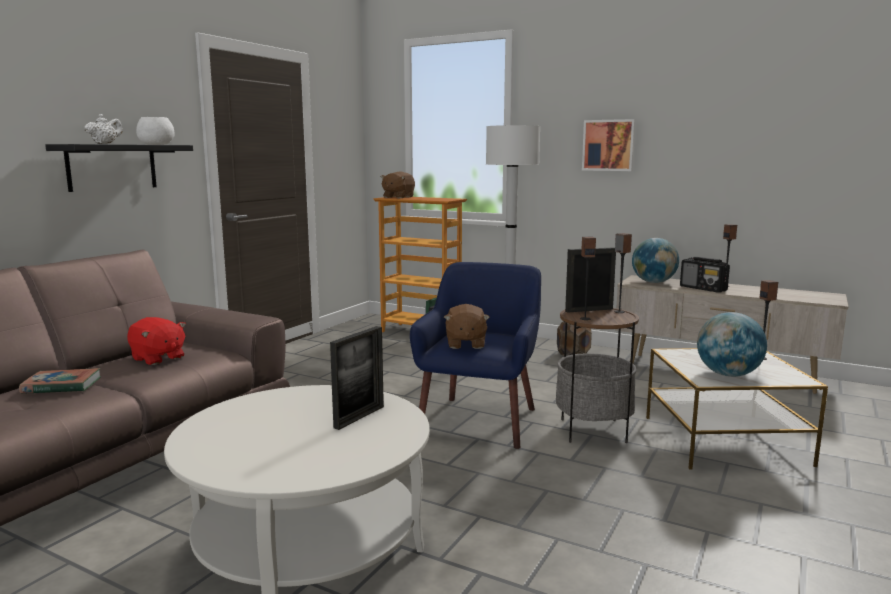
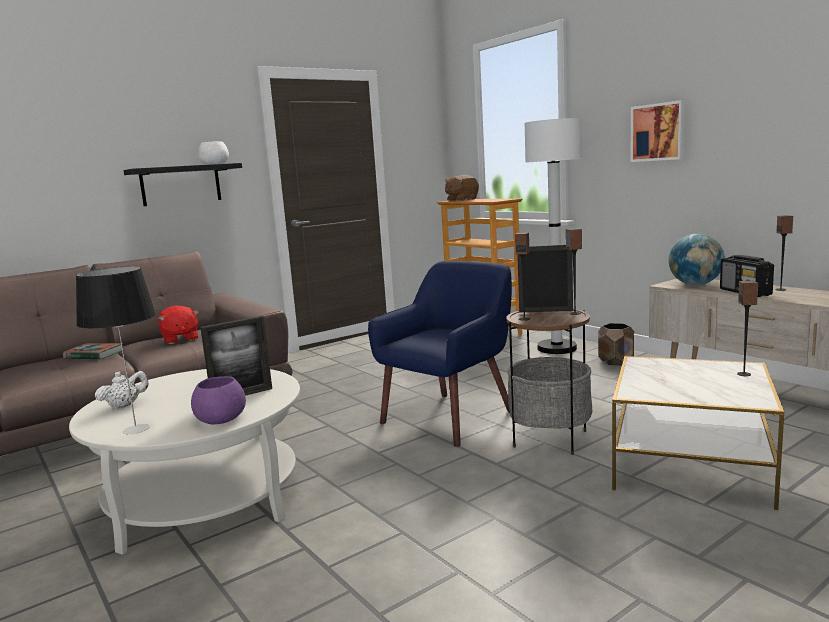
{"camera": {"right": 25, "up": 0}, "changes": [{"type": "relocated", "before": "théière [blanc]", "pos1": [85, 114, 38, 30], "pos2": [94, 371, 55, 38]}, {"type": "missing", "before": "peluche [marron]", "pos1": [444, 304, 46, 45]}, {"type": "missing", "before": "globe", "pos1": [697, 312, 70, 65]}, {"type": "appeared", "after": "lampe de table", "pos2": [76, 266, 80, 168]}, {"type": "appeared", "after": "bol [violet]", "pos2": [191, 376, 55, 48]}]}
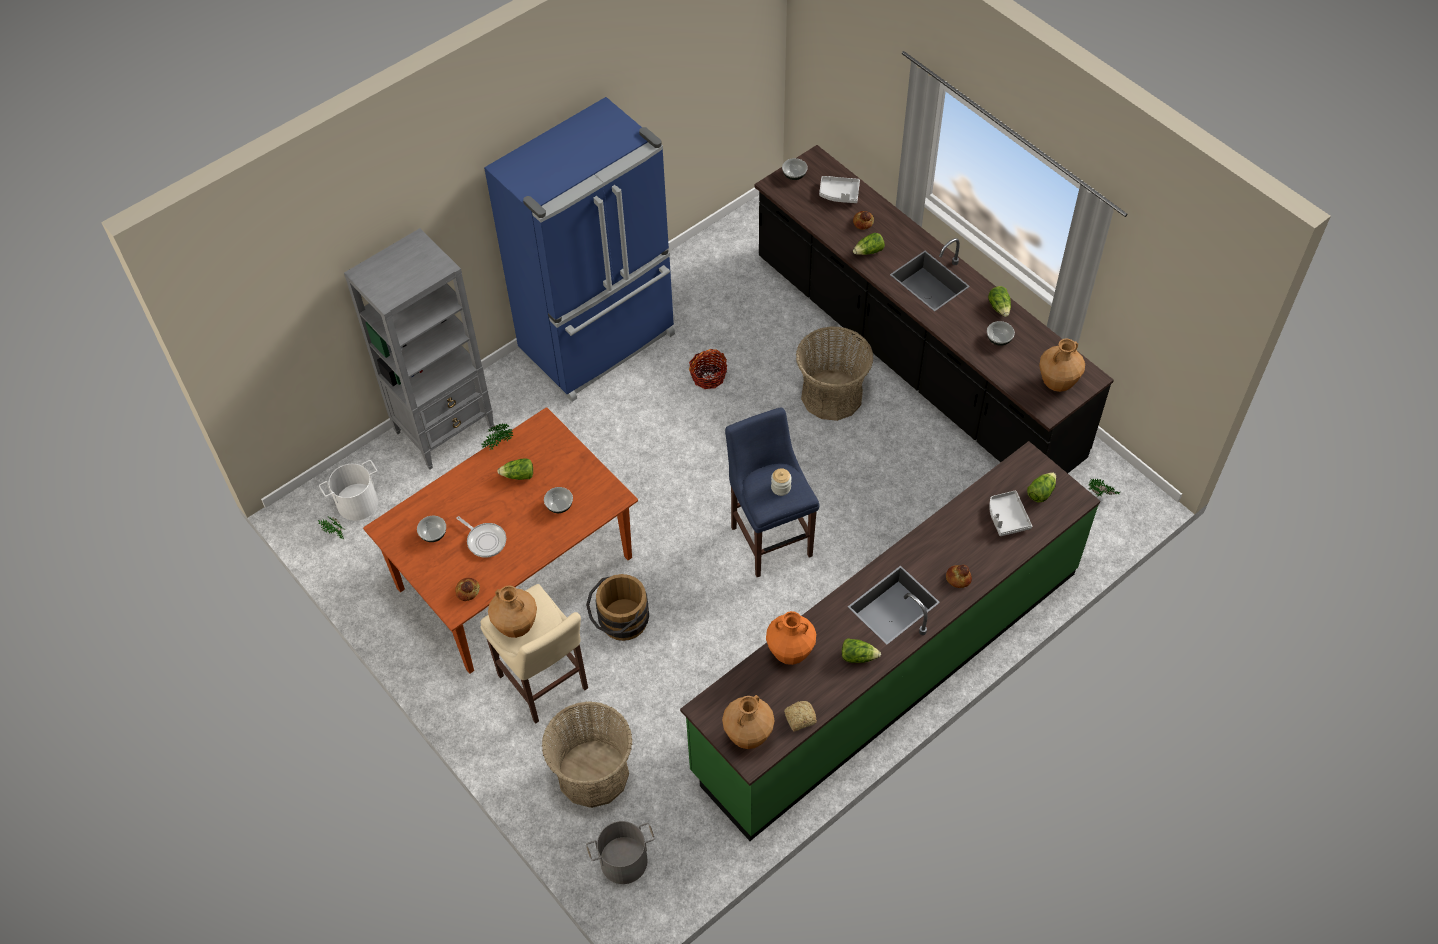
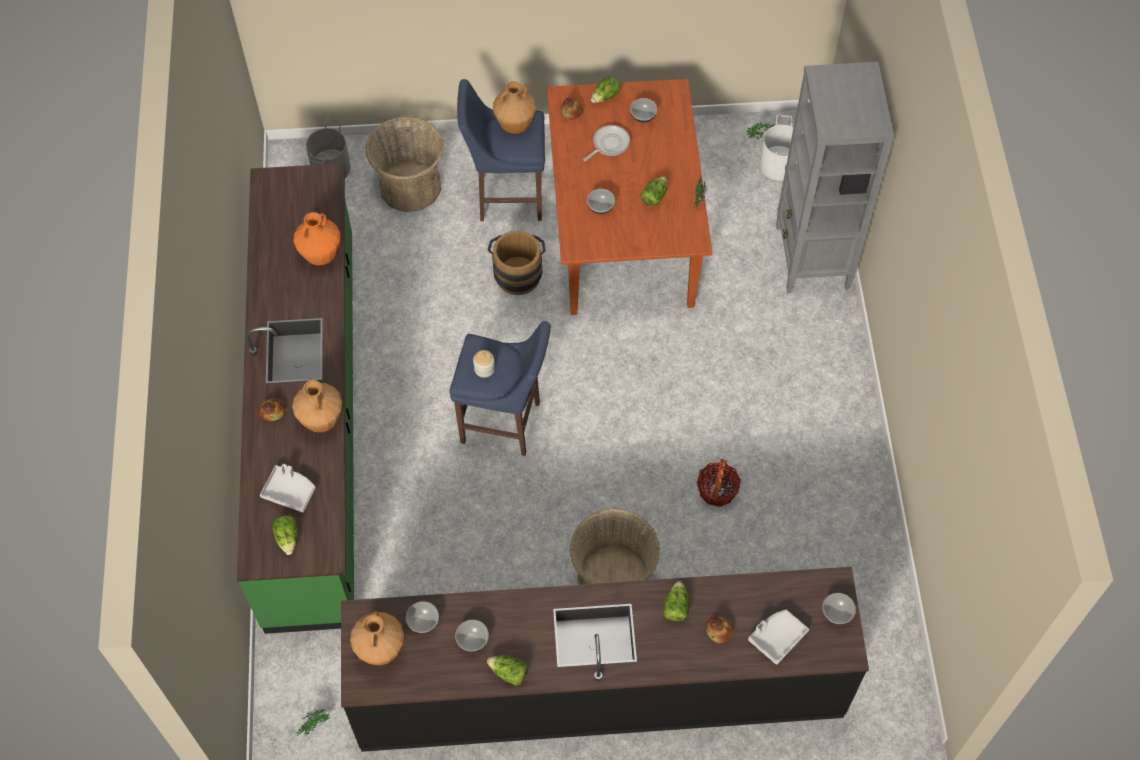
{"camera": {"right": 125, "up": 5}, "changes": [{"type": "missing", "before": "réfrigérateur [bleu]", "pos1": [484, 97, 191, 305]}, {"type": "spun", "before": "poêle", "pos1": [456, 516, 50, 42], "pos2": [583, 125, 47, 36], "turn": 150}, {"type": "colour", "before": "tabouret [beige]", "after": "tabouret [bleu]", "pos1": [480, 584, 108, 140], "pos2": [457, 79, 88, 142]}, {"type": "relocated", "before": "laitue", "pos1": [842, 638, 39, 25], "pos2": [591, 77, 29, 26]}, {"type": "relocated", "before": "vase [marron]", "pos1": [722, 695, 53, 54], "pos2": [292, 379, 50, 53]}, {"type": "missing", "before": "pain", "pos1": [784, 701, 33, 30]}, {"type": "appeared", "after": "bol", "pos2": [406, 601, 33, 33]}]}
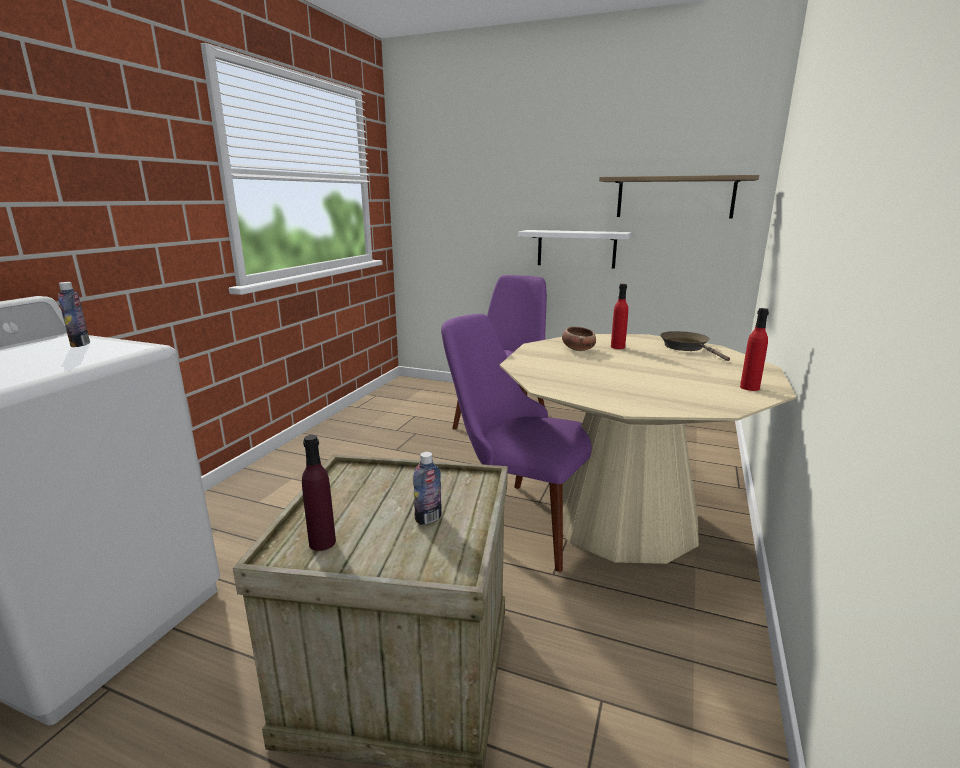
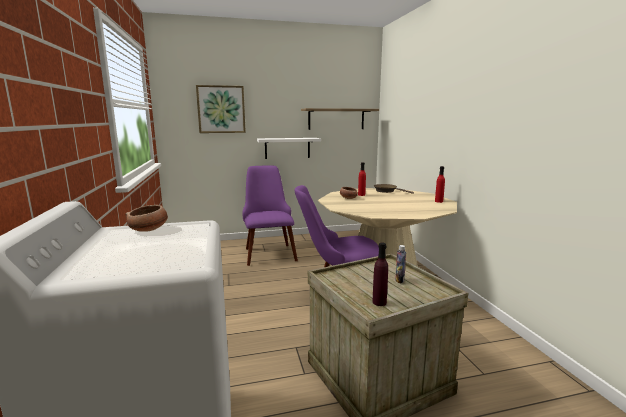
{"camera": {"right": -35, "up": -5}, "changes": [{"type": "exchanged", "before": "bouteille", "after": "bol", "pos1": [58, 282, 32, 65], "pos2": [125, 205, 43, 27]}, {"type": "appeared", "after": "tableau", "pos2": [196, 85, 50, 48]}]}
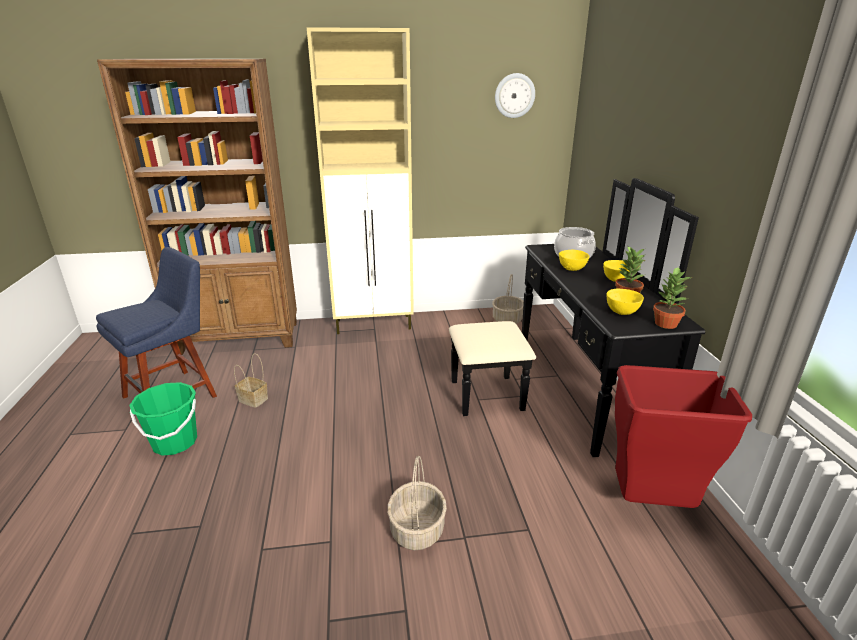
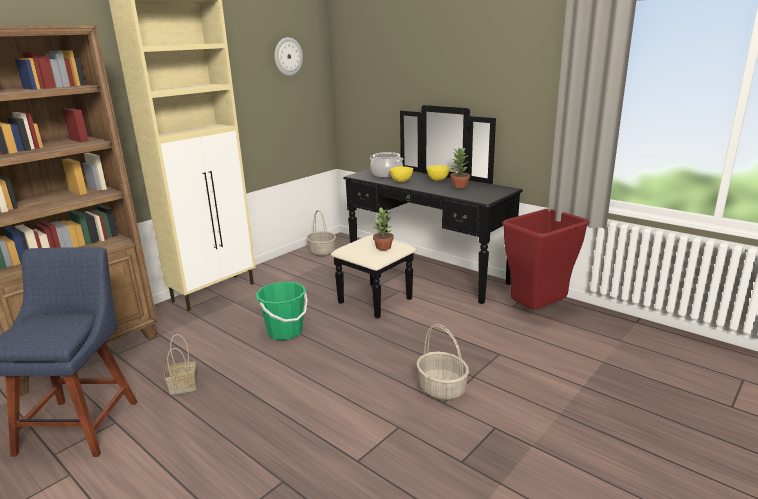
{"camera": {"right": -40, "up": -5}, "changes": [{"type": "relocated", "before": "plante en pot", "pos1": [653, 267, 39, 62], "pos2": [373, 207, 21, 43]}, {"type": "missing", "before": "bol [jaune]", "pos1": [607, 289, 37, 26]}, {"type": "relocated", "before": "seau [vert]", "pos1": [129, 382, 68, 73], "pos2": [256, 282, 51, 58]}]}
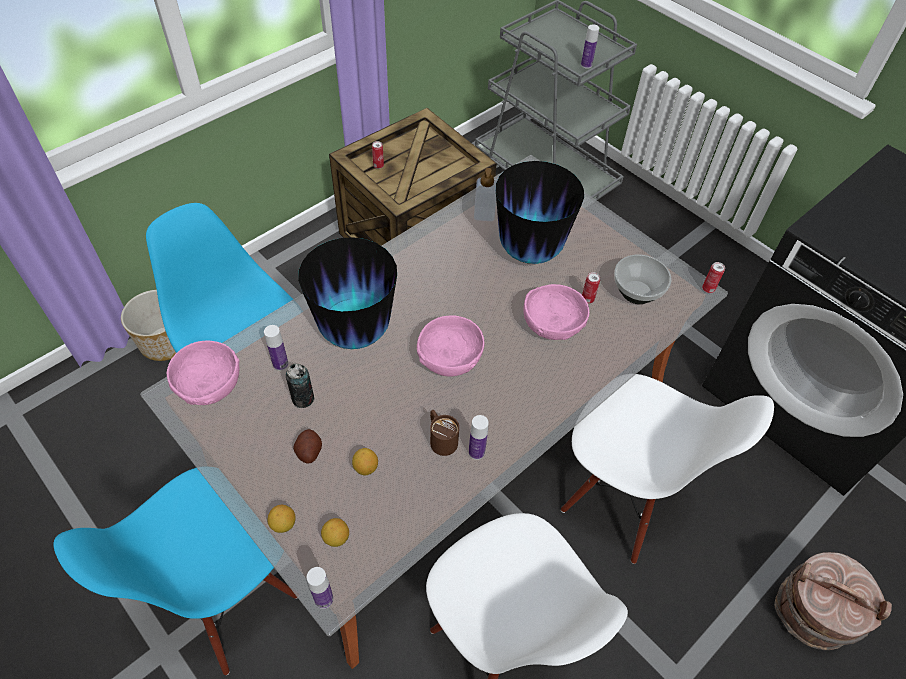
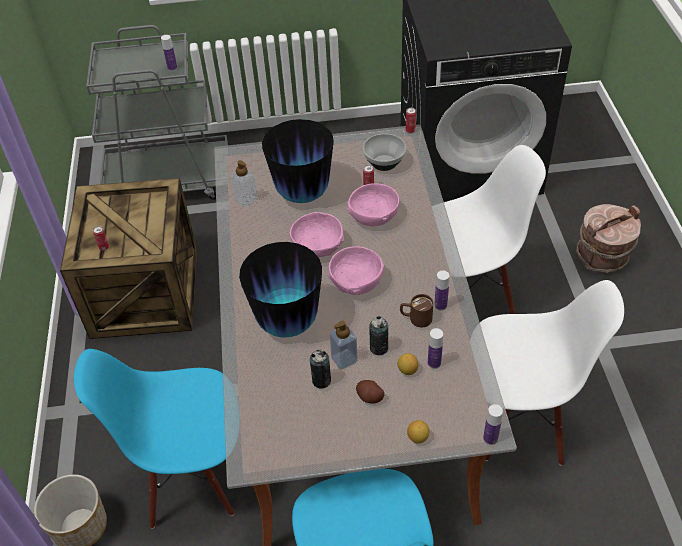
{"camera": {"right": -50, "up": -5}, "changes": [{"type": "relocated", "before": "bouteille", "pos1": [264, 325, 24, 46], "pos2": [428, 328, 15, 41]}, {"type": "relocated", "before": "bol [rose]", "pos1": [167, 340, 73, 65], "pos2": [290, 212, 54, 45]}, {"type": "missing", "before": "citron", "pos1": [321, 518, 28, 29]}, {"type": "appeared", "after": "boîte métallique", "pos2": [369, 316, 19, 39]}, {"type": "appeared", "after": "distributeur de savon", "pos2": [330, 321, 28, 49]}]}
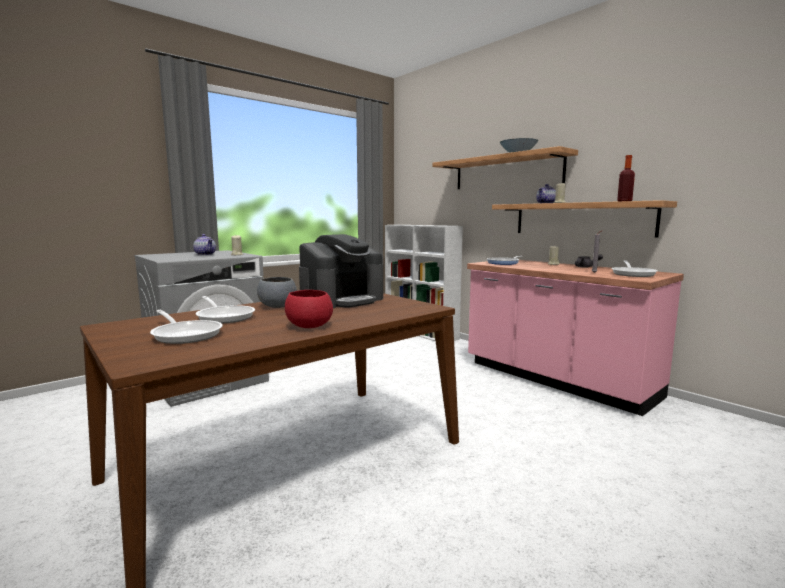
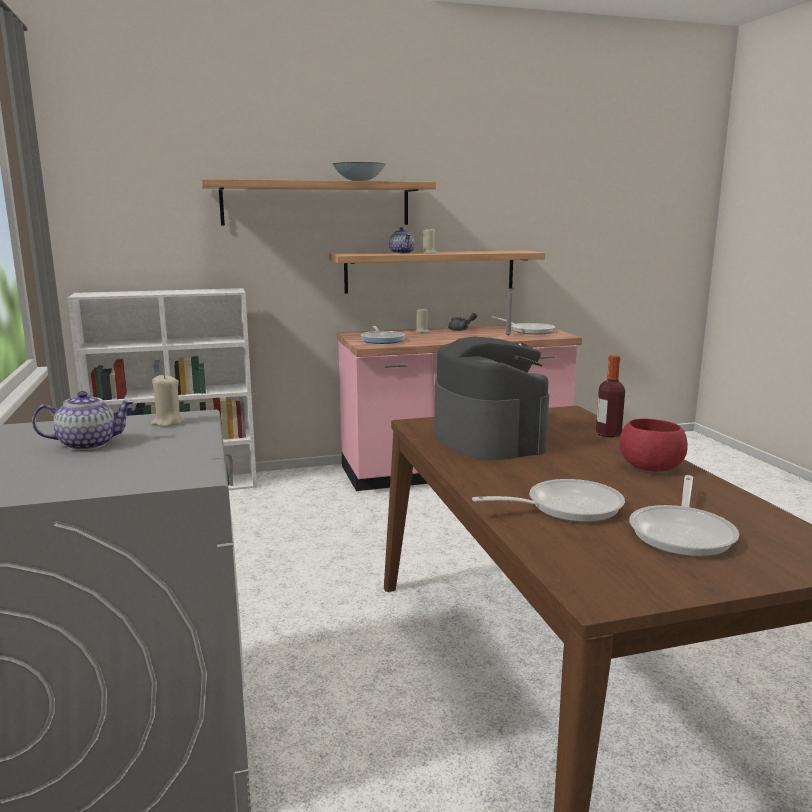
{"camera": {"right": -65, "up": 5}, "changes": [{"type": "relocated", "before": "bouteille", "pos1": [617, 155, 18, 46], "pos2": [596, 355, 29, 82]}, {"type": "missing", "before": "bol [gris]", "pos1": [257, 277, 40, 31]}, {"type": "spun", "before": "poêle", "pos1": [150, 310, 73, 34], "pos2": [629, 475, 110, 82], "turn": 135}]}
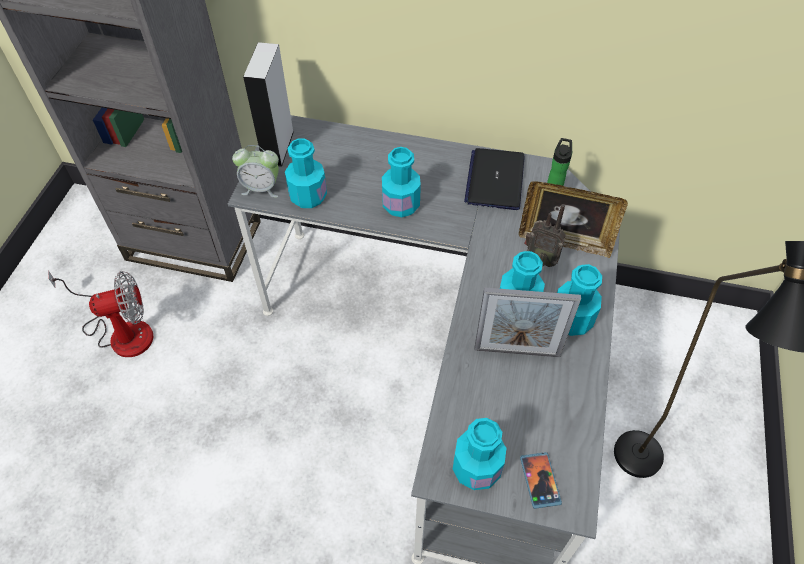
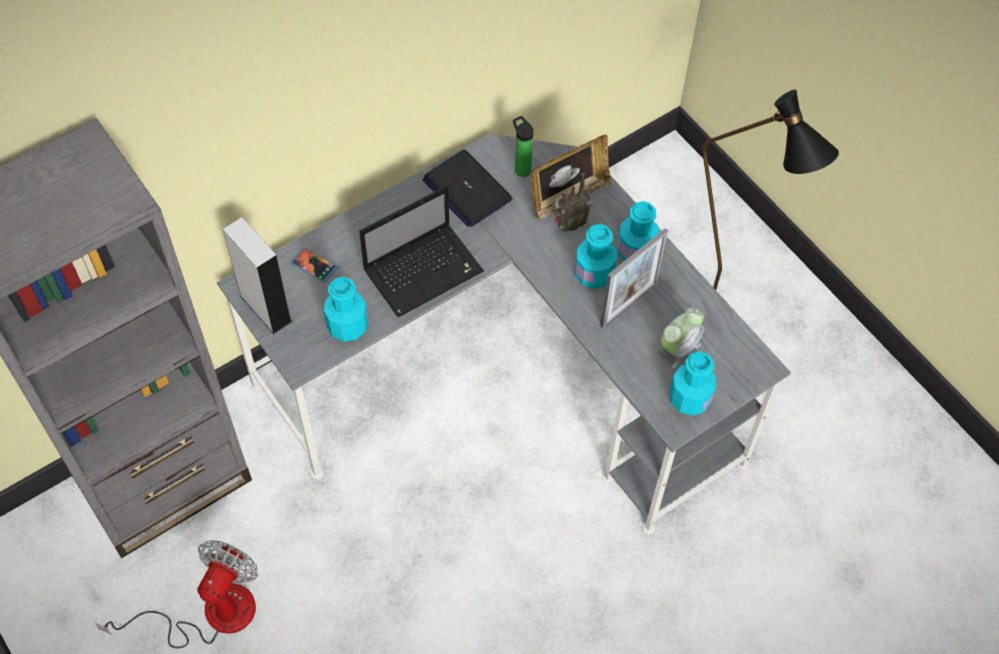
{"camera": {"right": -50, "up": 5}, "changes": [{"type": "relocated", "before": "réveil", "pos1": [232, 145, 47, 53], "pos2": [661, 307, 43, 61]}, {"type": "exchanged", "before": "bouteille [turquoise]", "after": "ordinateur portable", "pos1": [382, 147, 39, 70], "pos2": [359, 186, 125, 131]}, {"type": "relocated", "before": "téléphone", "pos1": [520, 452, 42, 57], "pos2": [290, 247, 48, 36]}]}
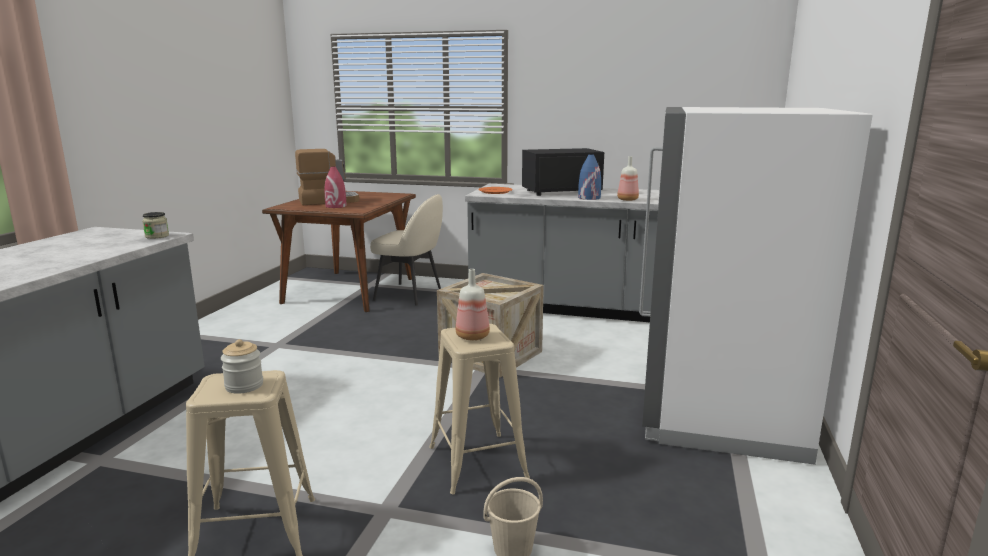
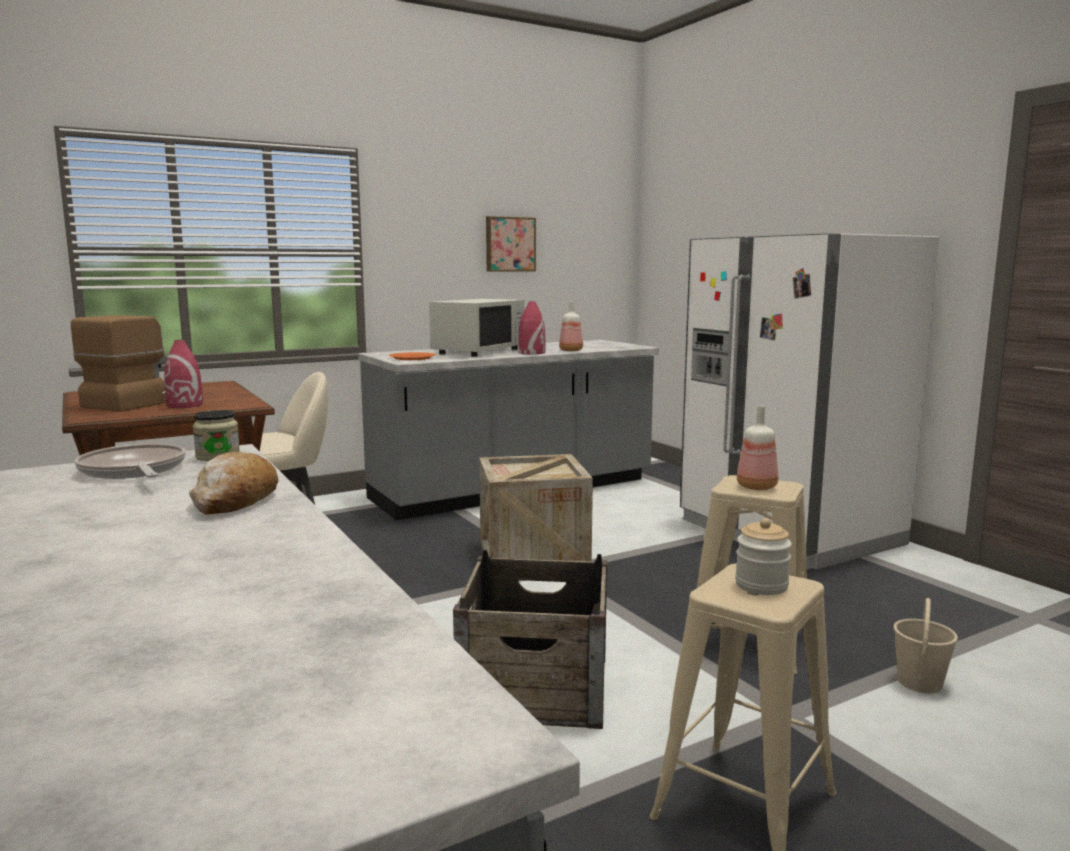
{"camera": {"right": -45, "up": -5}, "changes": [{"type": "colour", "before": "micro-ondes [noir]", "after": "micro-ondes [blanc]", "pos1": [522, 148, 82, 48], "pos2": [429, 299, 96, 58]}, {"type": "colour", "before": "vase [bleu]", "after": "vase [rouge]", "pos1": [578, 154, 23, 46], "pos2": [519, 301, 26, 53]}, {"type": "appeared", "after": "tableau", "pos2": [486, 216, 50, 56]}, {"type": "appeared", "after": "poêle", "pos2": [75, 443, 111, 36]}, {"type": "appeared", "after": "pain", "pos2": [189, 452, 89, 63]}, {"type": "appeared", "after": "caisse", "pos2": [453, 550, 154, 179]}]}
